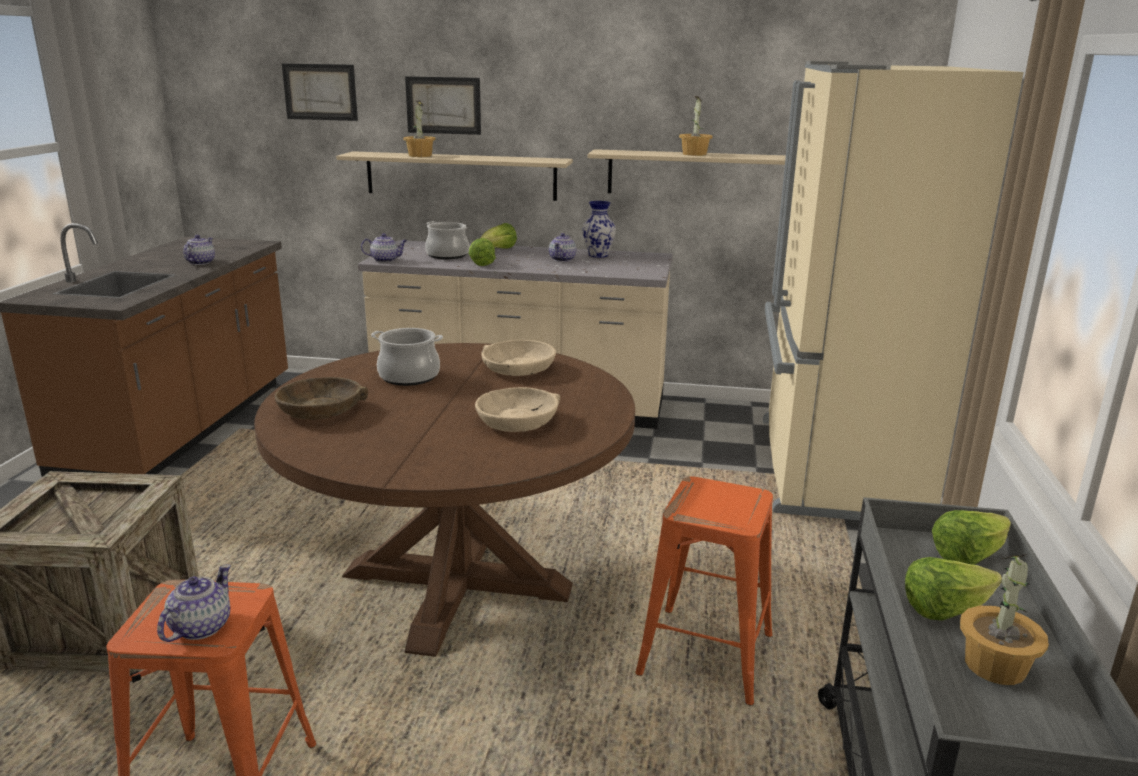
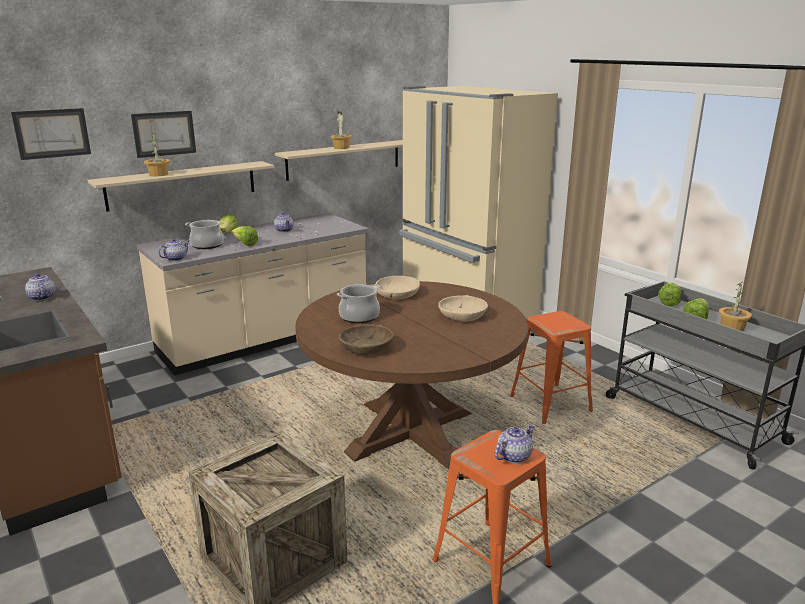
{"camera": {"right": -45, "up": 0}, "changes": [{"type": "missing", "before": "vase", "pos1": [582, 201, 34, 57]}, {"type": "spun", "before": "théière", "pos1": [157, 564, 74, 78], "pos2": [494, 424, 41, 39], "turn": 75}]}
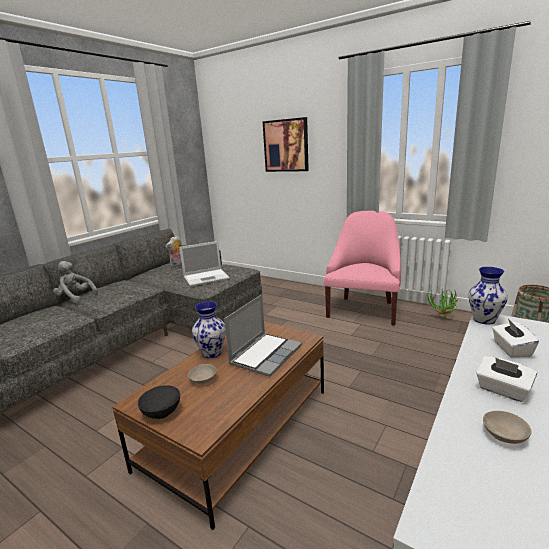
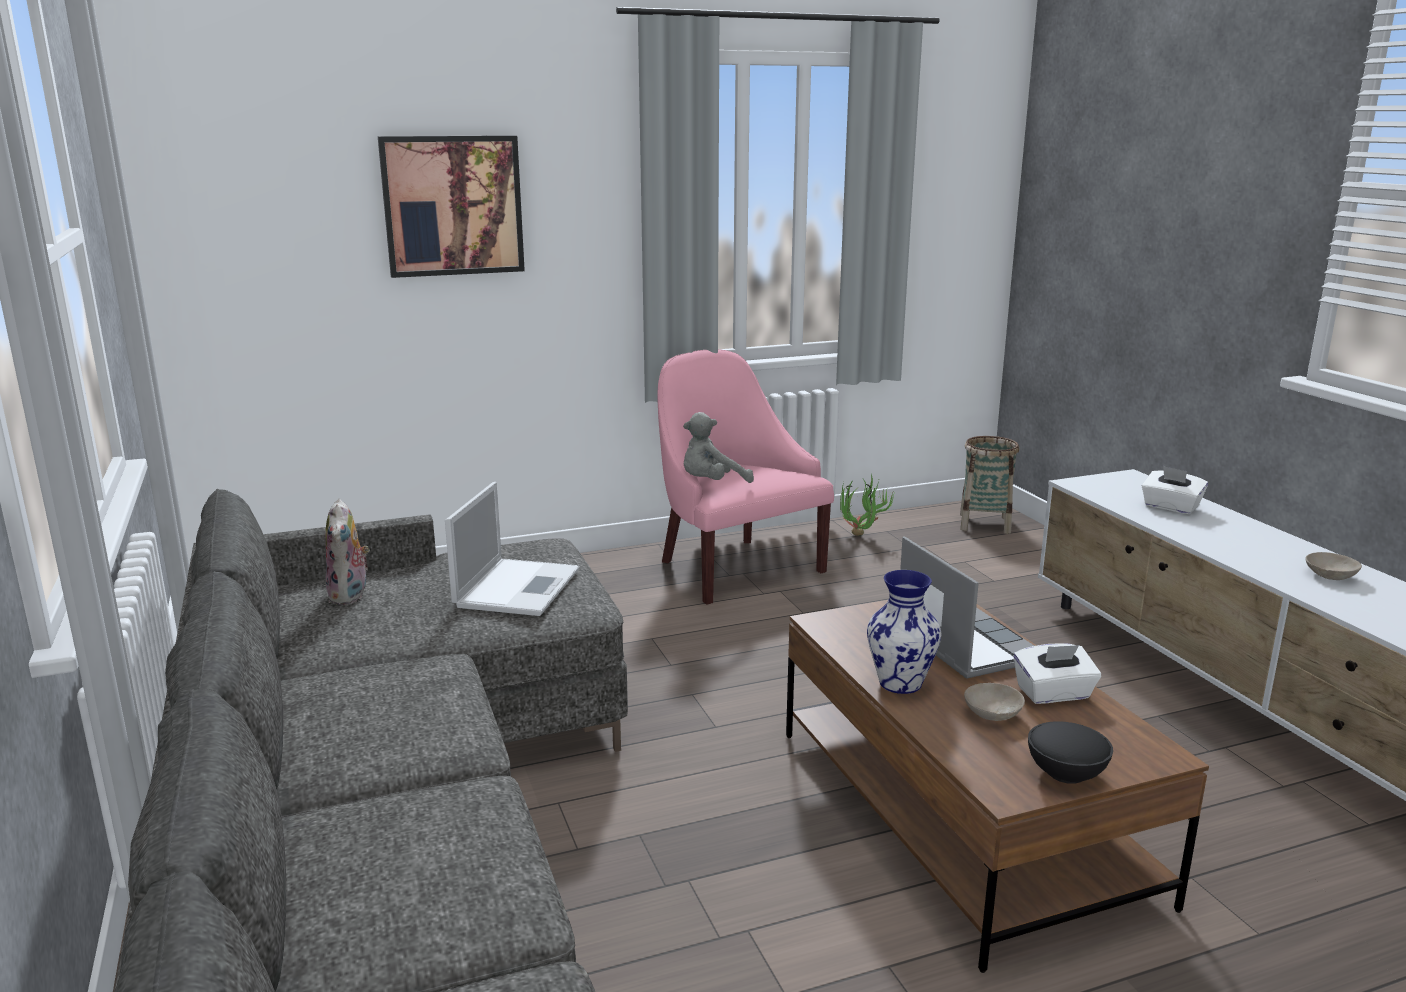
{"camera": {"right": -55, "up": 0}, "changes": [{"type": "relocated", "before": "peluche [gris]", "pos1": [53, 261, 45, 42], "pos2": [683, 412, 71, 71]}, {"type": "missing", "before": "vase", "pos1": [468, 267, 40, 58]}, {"type": "relocated", "before": "boîte à mouchoirs [blanc]", "pos1": [476, 356, 61, 46], "pos2": [1014, 643, 87, 61]}]}
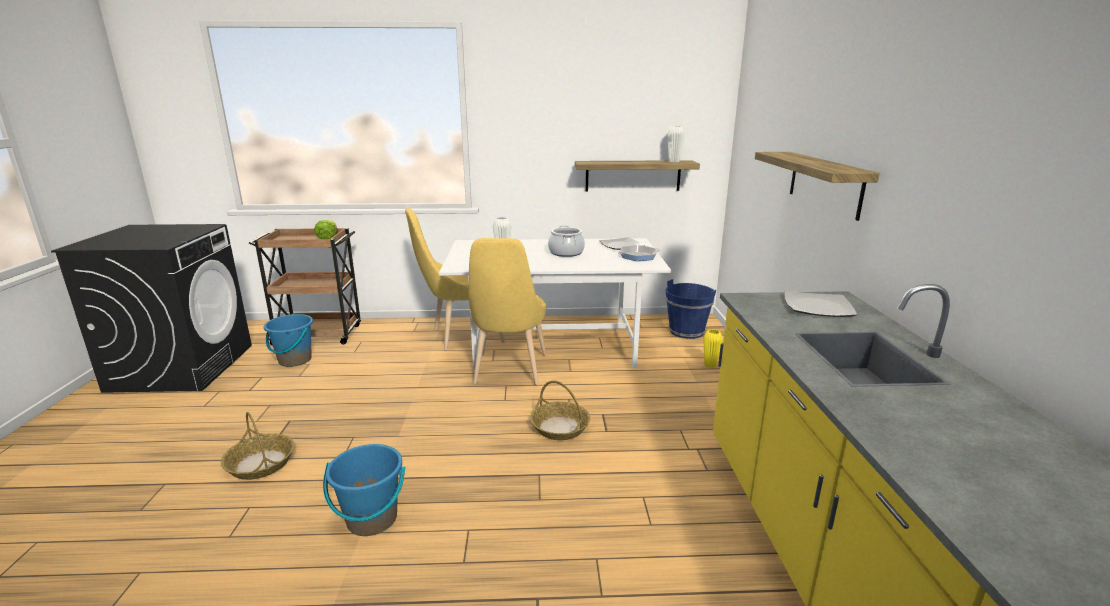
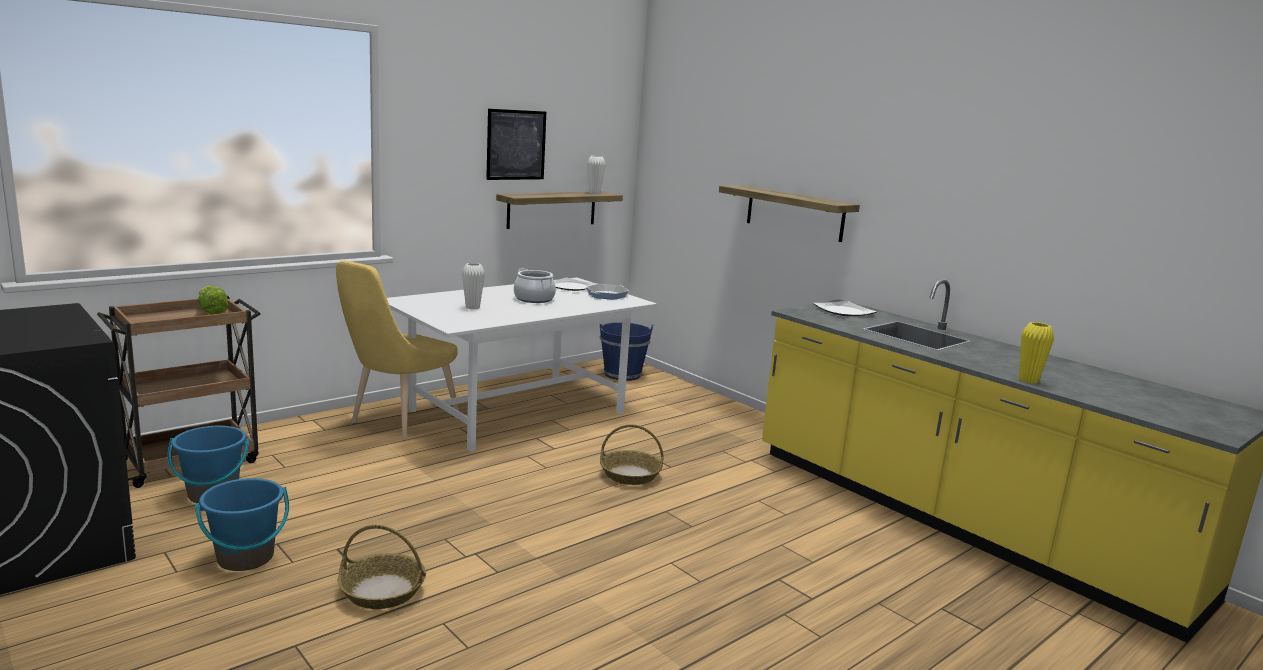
{"camera": {"right": -40, "up": -5}, "changes": [{"type": "missing", "before": "chaise [jaune]", "pos1": [468, 238, 79, 147]}, {"type": "relocated", "before": "vase [jaune]", "pos1": [703, 329, 20, 39], "pos2": [1019, 322, 35, 62]}, {"type": "relocated", "before": "seau [bleu]", "pos1": [323, 444, 82, 92], "pos2": [195, 478, 94, 93]}, {"type": "appeared", "after": "tableau", "pos2": [486, 109, 60, 71]}]}
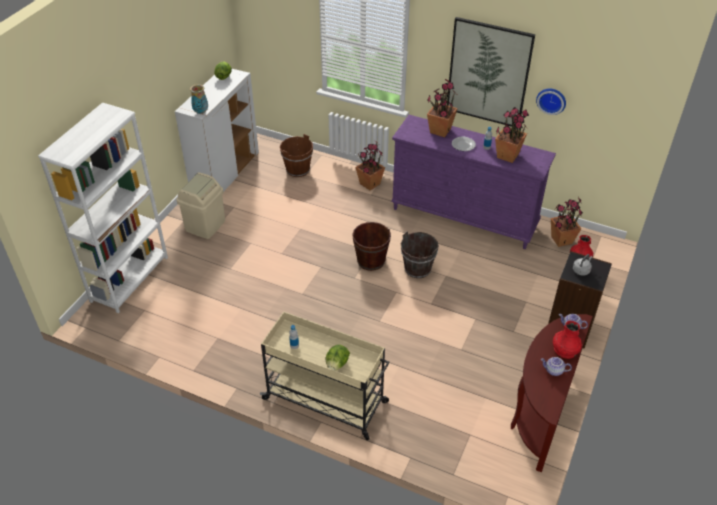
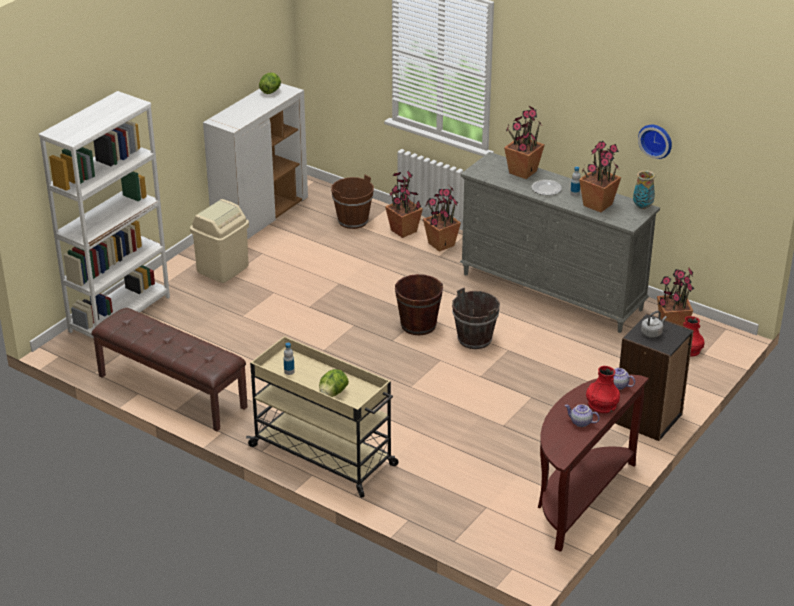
{"camera": {"right": 10, "up": -10}, "changes": [{"type": "missing", "before": "tableau", "pos1": [448, 17, 87, 110]}, {"type": "relocated", "before": "vase", "pos1": [190, 84, 18, 30], "pos2": [633, 170, 22, 39]}, {"type": "colour", "before": "commode [violet]", "after": "commode [gris]", "pos1": [391, 115, 165, 134], "pos2": [460, 152, 200, 181]}, {"type": "appeared", "after": "plante en pot", "pos2": [385, 171, 38, 67]}, {"type": "appeared", "after": "banc [marron]", "pos2": [91, 308, 157, 124]}]}
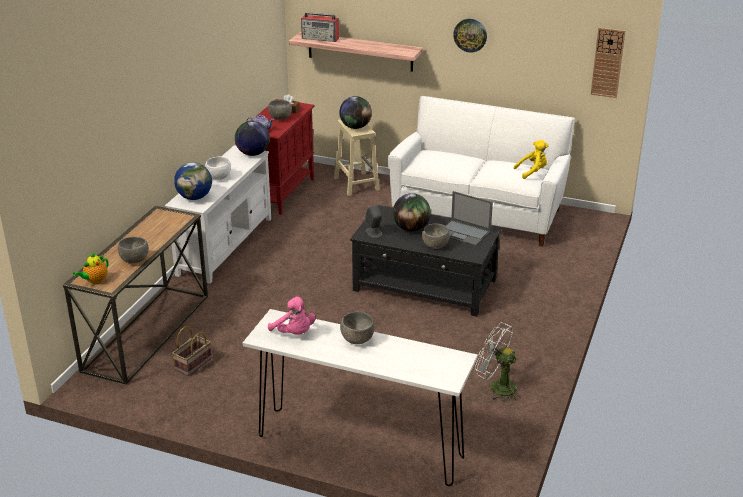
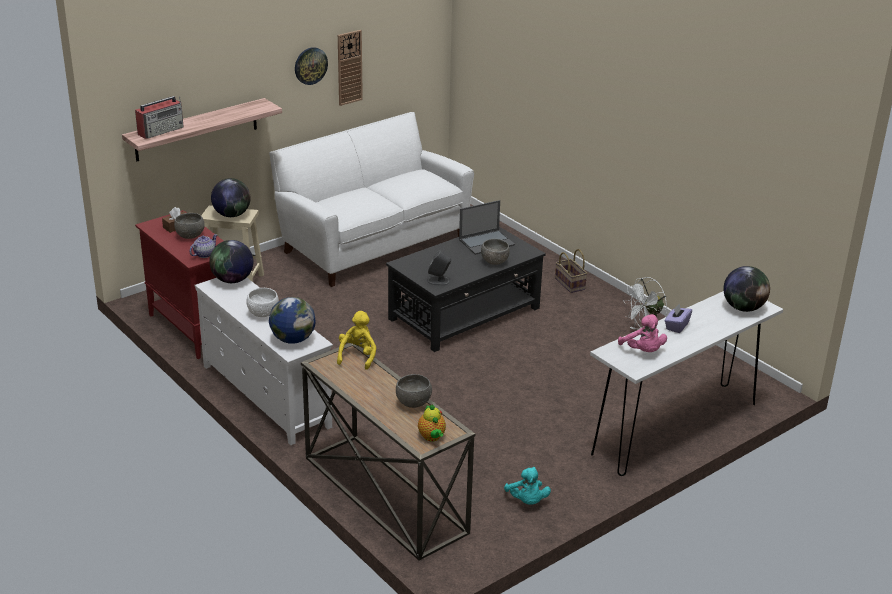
{"camera": {"right": -60, "up": 0}, "changes": [{"type": "relocated", "before": "horloge murale", "pos1": [591, 27, 35, 71], "pos2": [338, 30, 25, 76]}, {"type": "relocated", "before": "peluche [jaune]", "pos1": [514, 140, 35, 39], "pos2": [337, 311, 39, 59]}, {"type": "relocated", "before": "globe", "pos1": [393, 193, 38, 38], "pos2": [723, 266, 47, 46]}, {"type": "spun", "before": "peluche [rose]", "pos1": [268, 296, 47, 39], "pos2": [618, 314, 49, 38], "turn": 75}, {"type": "exchanged", "before": "bol [gris]", "after": "boîte à mouchoirs [violet]", "pos1": [340, 312, 34, 32], "pos2": [665, 303, 27, 30]}, {"type": "relocated", "before": "panier", "pos1": [172, 326, 40, 50], "pos2": [555, 249, 32, 44]}, {"type": "appeared", "after": "peluche [turquoise]", "pos2": [504, 467, 47, 38]}]}
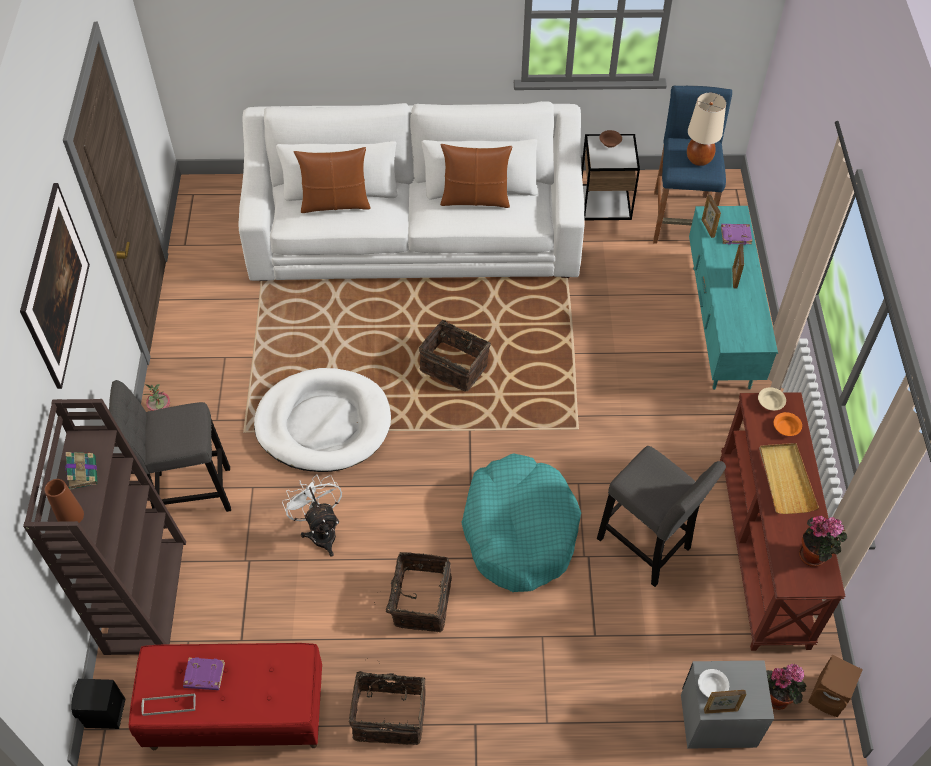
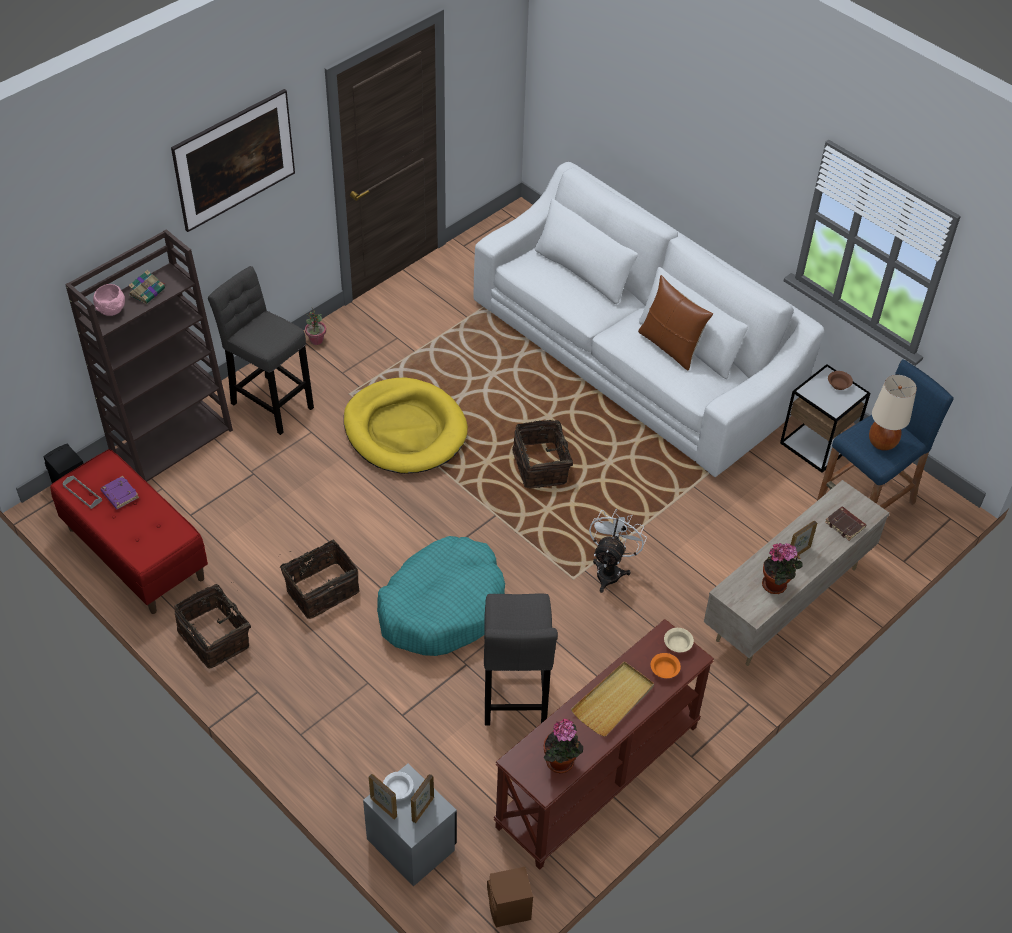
{"camera": {"right": 45, "up": -5}, "changes": [{"type": "missing", "before": "coussin [marron]", "pos1": [294, 147, 77, 66]}, {"type": "relocated", "before": "cadre photo", "pos1": [702, 194, 19, 44], "pos2": [411, 774, 23, 49]}, {"type": "colour", "before": "meuble télé [turquoise]", "after": "meuble télé [beige]", "pos1": [689, 206, 89, 184], "pos2": [704, 480, 185, 186]}, {"type": "colour", "before": "livre [violet]", "after": "livre [marron]", "pos1": [721, 224, 31, 21], "pos2": [825, 506, 41, 35]}, {"type": "colour", "before": "panier pour chien [blanc]", "after": "panier pour chien [jaune]", "pos1": [254, 368, 137, 104], "pos2": [344, 378, 124, 96]}, {"type": "relocated", "before": "ventilateur [blanc]", "pos1": [282, 474, 60, 83], "pos2": [589, 509, 58, 84]}, {"type": "exchanged", "before": "vase [marron]", "after": "bol [rose]", "pos1": [44, 479, 40, 44], "pos2": [93, 284, 32, 32]}, {"type": "relocated", "before": "plante en pot", "pos1": [766, 664, 40, 46], "pos2": [762, 543, 40, 51]}]}
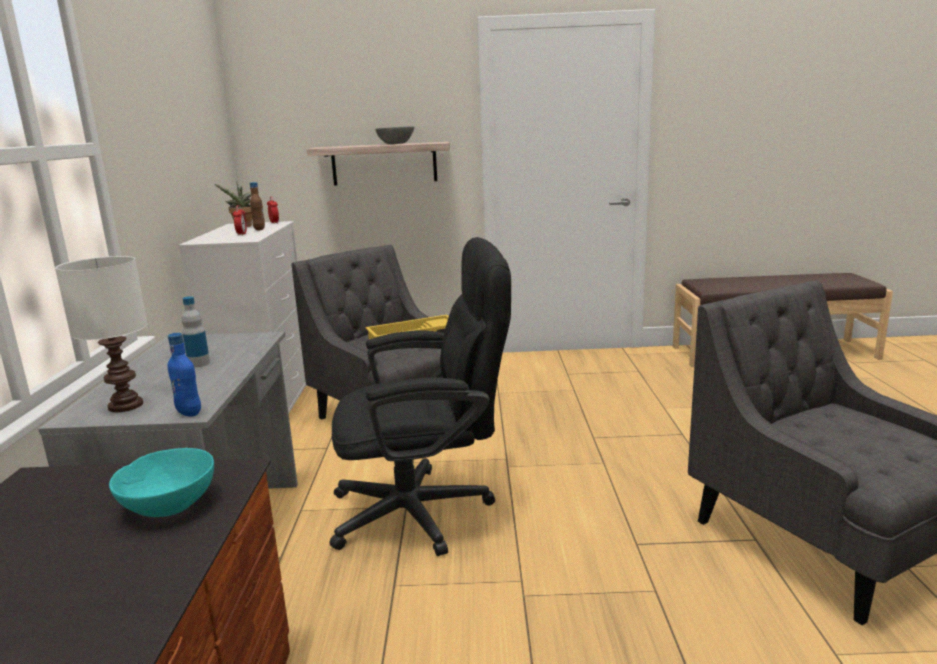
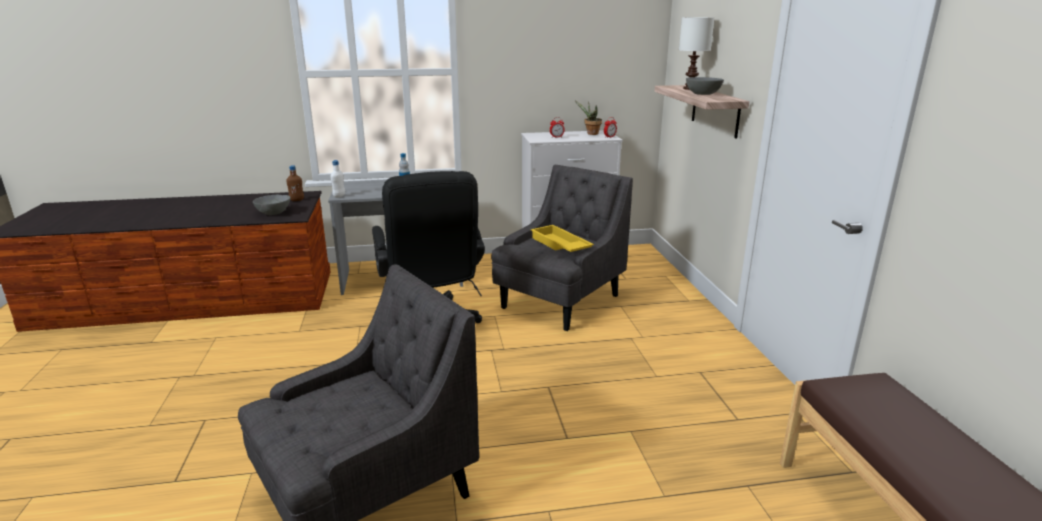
{"camera": {"right": 80, "up": 5}, "changes": [{"type": "relocated", "before": "bouteille [marron]", "pos1": [250, 182, 15, 48], "pos2": [286, 165, 18, 36]}, {"type": "relocated", "before": "lampe de table [blanc]", "pos1": [55, 256, 93, 156], "pos2": [679, 17, 35, 73]}, {"type": "colour", "before": "bouteille [bleu]", "after": "bouteille [blanc]", "pos1": [167, 333, 34, 83], "pos2": [331, 160, 14, 38]}, {"type": "colour", "before": "bol [turquoise]", "after": "bol [gris]", "pos1": [109, 448, 105, 69], "pos2": [253, 195, 37, 20]}]}
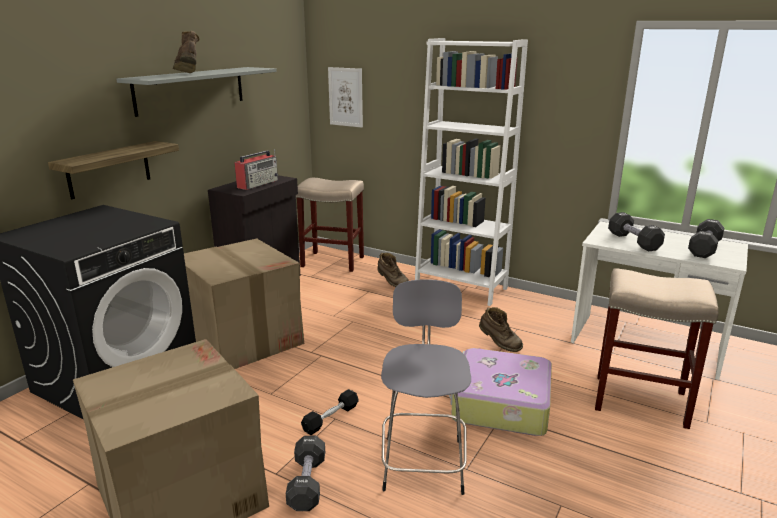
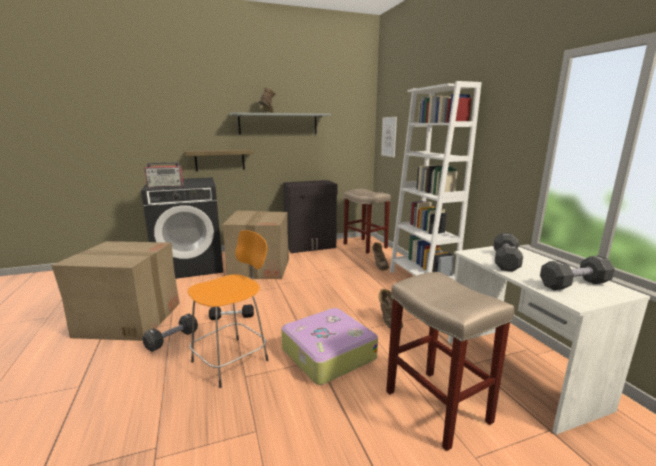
{"camera": {"right": 40, "up": -5}, "changes": [{"type": "relocated", "before": "radio", "pos1": [234, 149, 44, 41], "pos2": [144, 162, 40, 26]}, {"type": "colour", "before": "tabouret [gris]", "after": "tabouret [orange]", "pos1": [381, 279, 90, 216], "pos2": [188, 230, 80, 158]}]}
